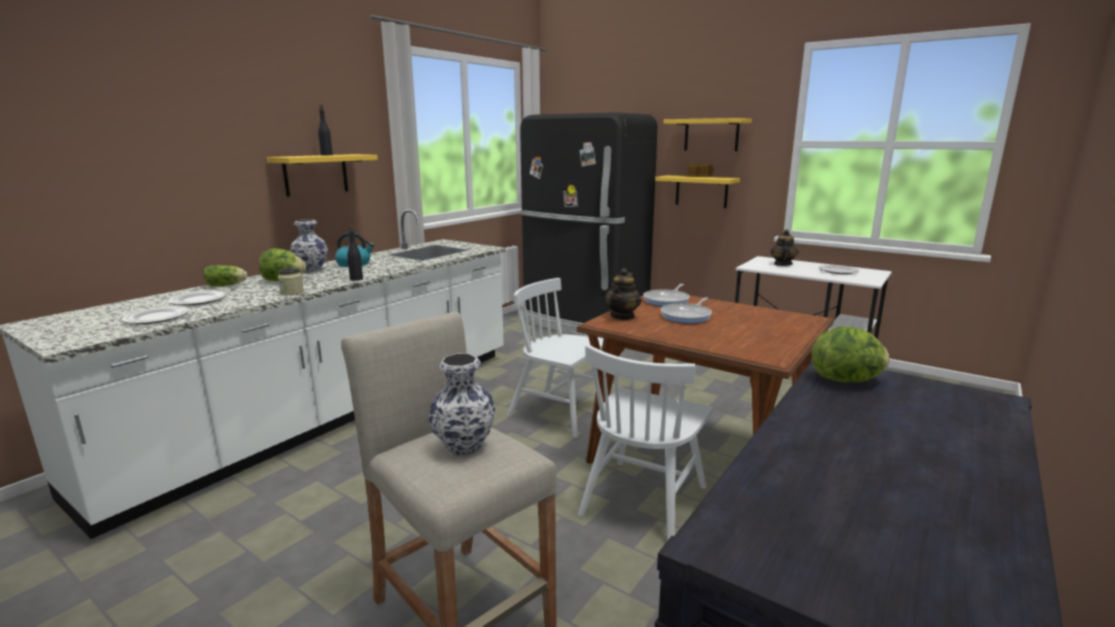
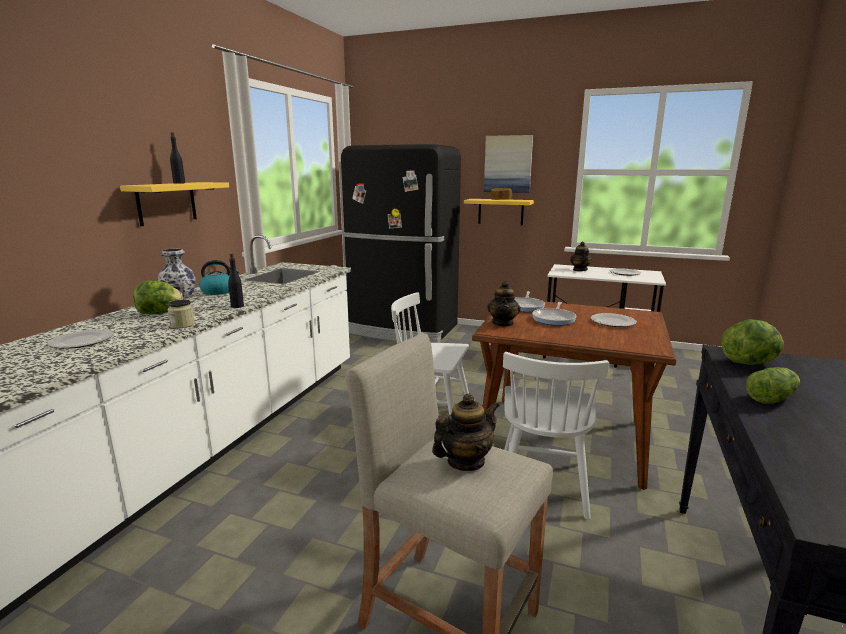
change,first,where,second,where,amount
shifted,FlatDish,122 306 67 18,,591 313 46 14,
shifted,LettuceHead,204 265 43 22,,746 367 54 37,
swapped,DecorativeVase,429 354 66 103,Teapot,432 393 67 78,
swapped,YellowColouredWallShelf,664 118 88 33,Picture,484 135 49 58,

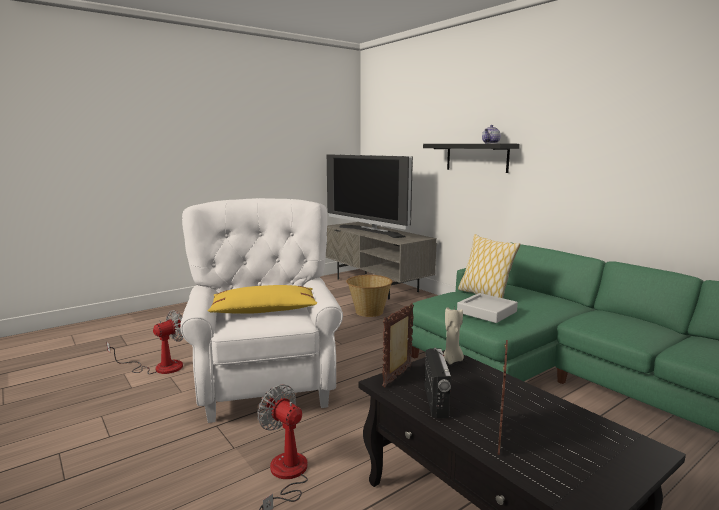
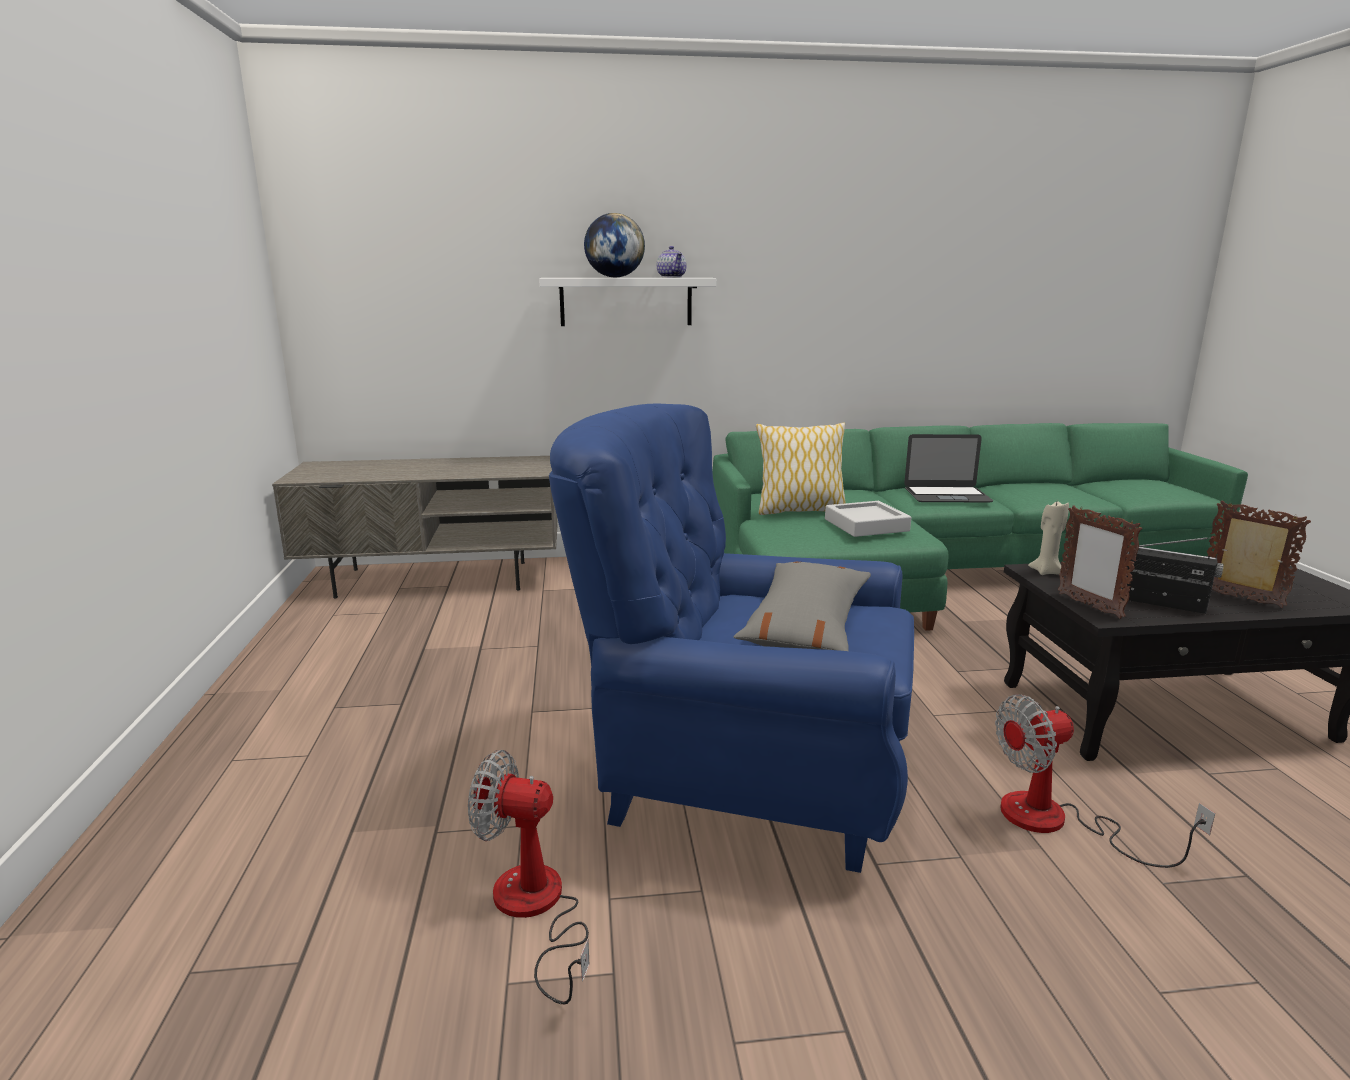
change,first,where,second,where,amount
gone,Television,327 154 86 84,,,
gone,Basket,346 275 46 42,,,
new,,,Globe,584 213 61 64,
new,,,NotebookComputer,904 434 89 69,
repainted,WhitishArmchair,180 198 163 225,BlueColouredArmchair,549 403 365 470,
repainted,YellowColouredPillow,207 285 111 28,GrayPillow,734 562 137 89,
repainted,BlackishWallShelf,423 144 97 29,WhitishWallShelf,539 278 177 48,
rotated,ElectricFan,106 310 78 64,,468 750 121 254,60 degrees counterclockwise

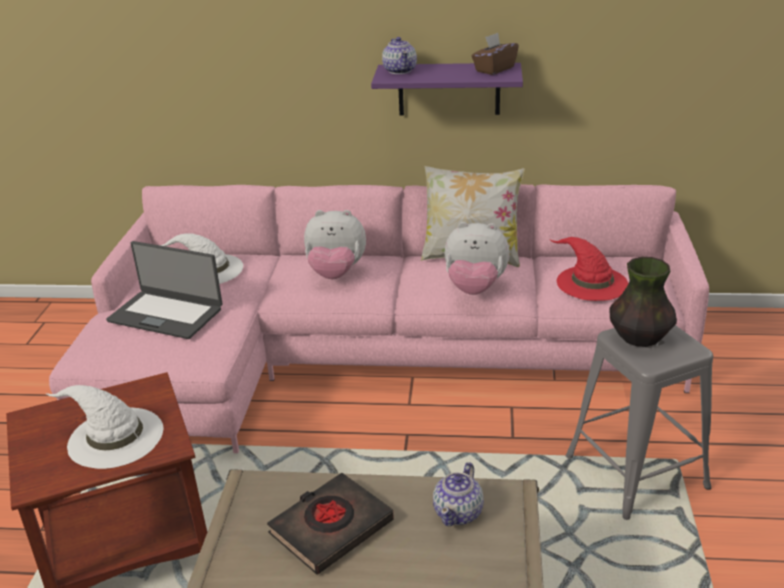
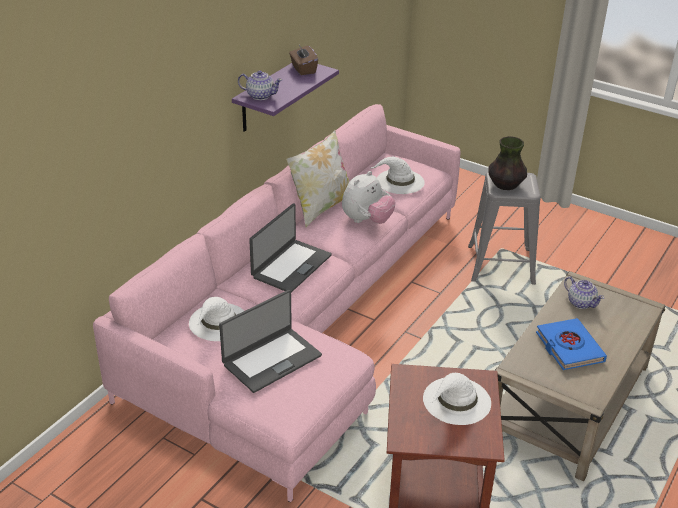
change,first,where,second,where,amount
swapped,SoftToy,304 210 62 69,NotebookComputer,249 203 83 89,
repainted,BlackishVolume,267 473 127 102,BlueColouredVolume,536 318 71 52,
repainted,RedHat,550 237 79 64,WhitishHat,371 157 54 37,

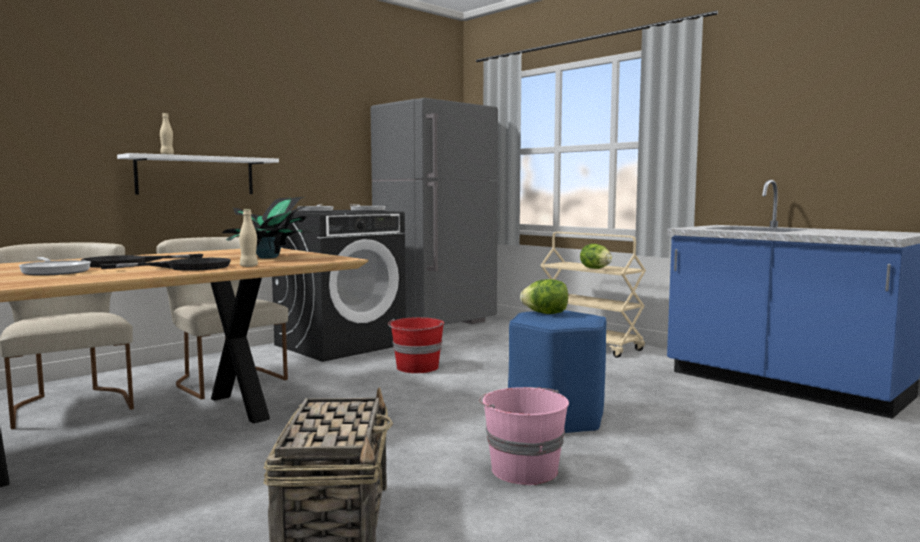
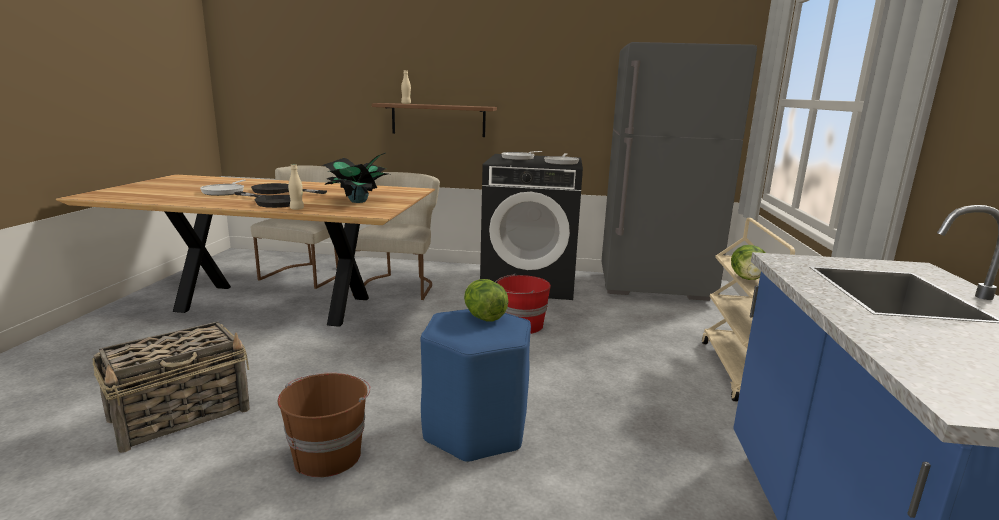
change,first,where,second,where,amount
repainted,WhitishWallShelf,117 153 162 42,BrownishWallShelf,372 103 125 34,
repainted,PinkishBucket,479 387 90 98,BrownishBucket,278 373 93 104,

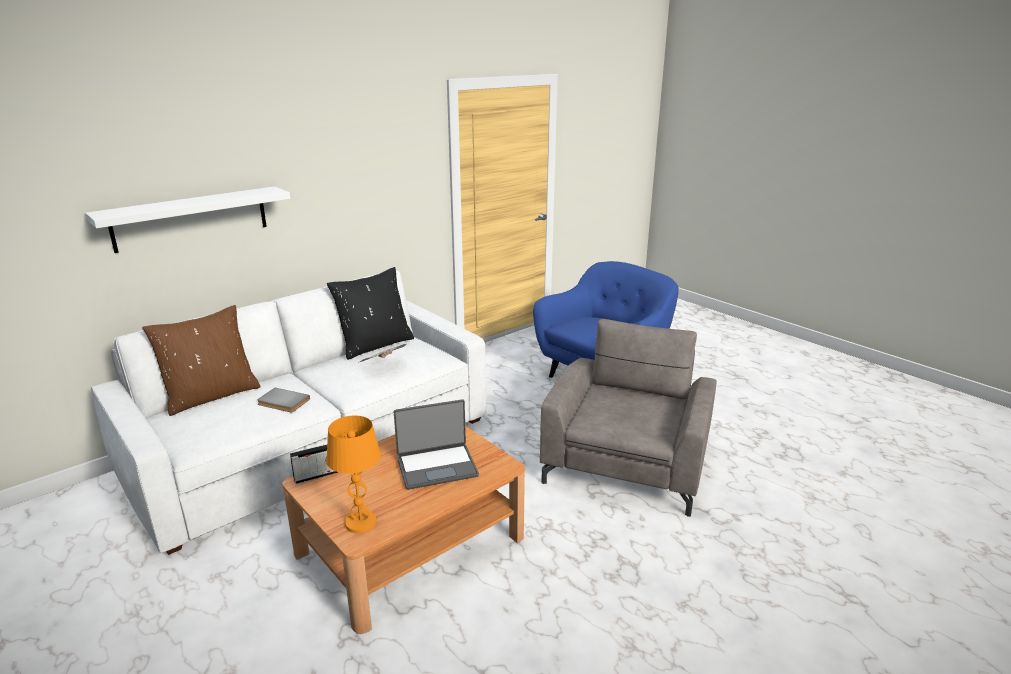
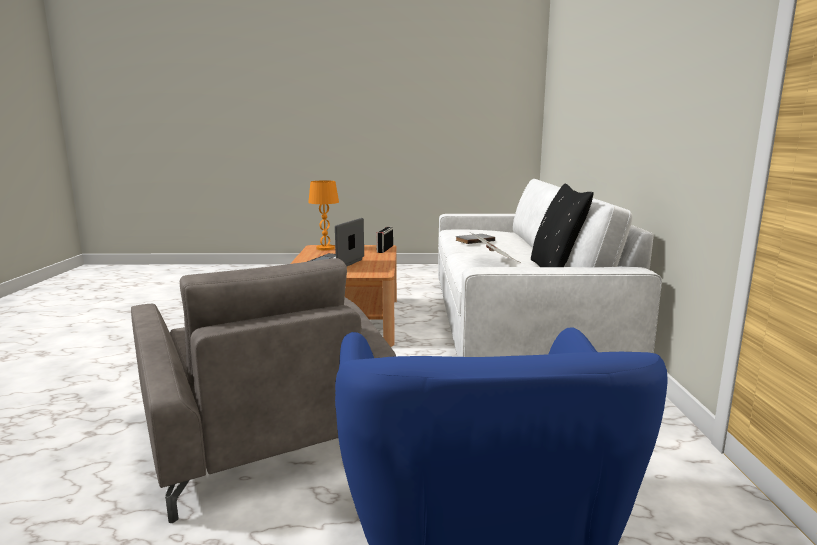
change,first,where,second,where,amount
gone,WhitishWallShelf,85 186 205 67,,,
gone,BrownishPillow,142 305 119 111,,,

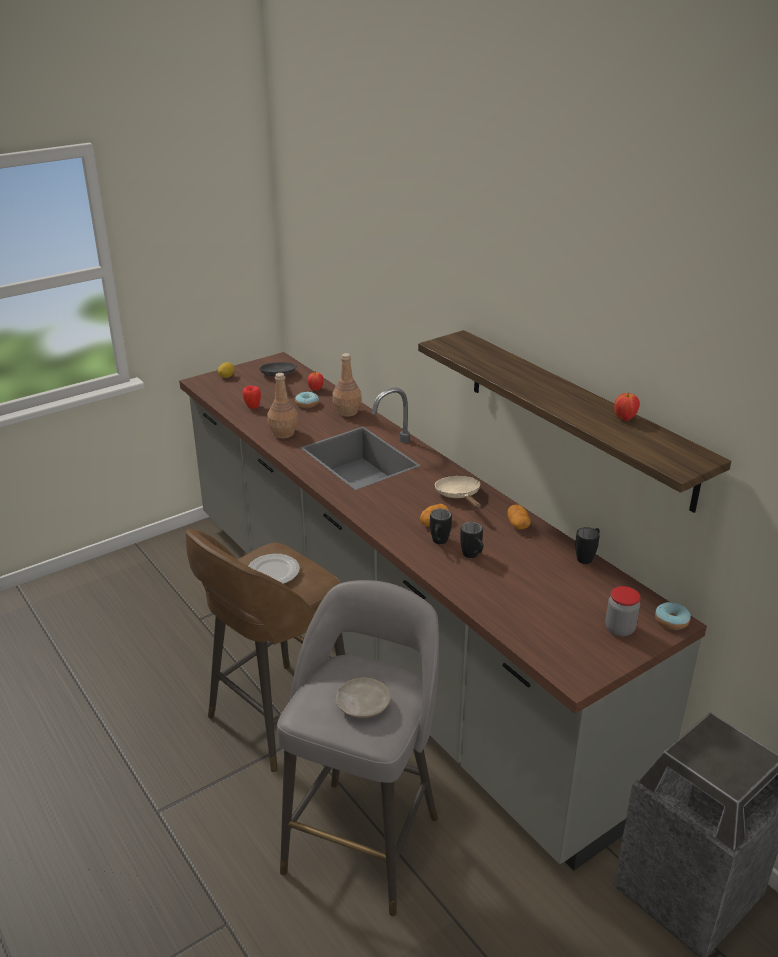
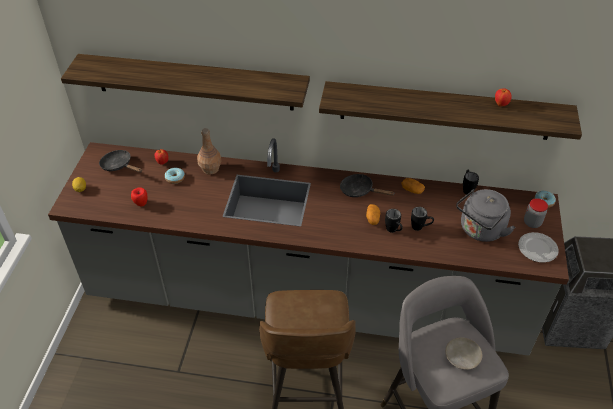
change,first,where,second,where,amount
gone,BrownishBottle,267 373 31 65,,,
new,,,WallShelf,61 54 249 57,
new,,,GrayKettle,456 189 60 53,
shifted,FlatDish,248 554 52 30,,518 232 41 31,
repainted,BeigeFryingPan,435 476 46 33,BlackishFryingPan,340 174 54 23,

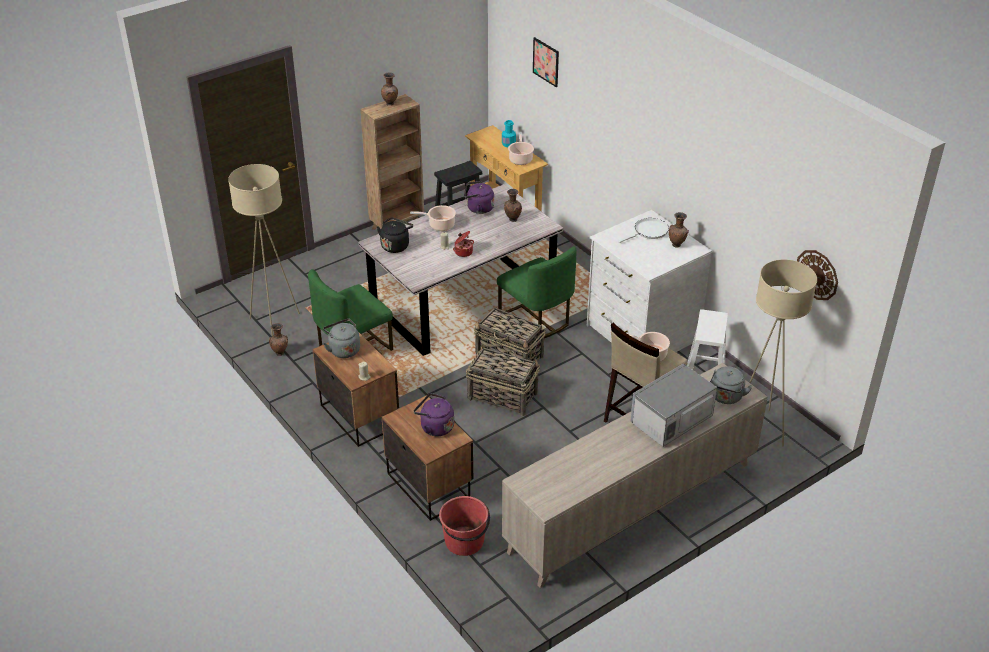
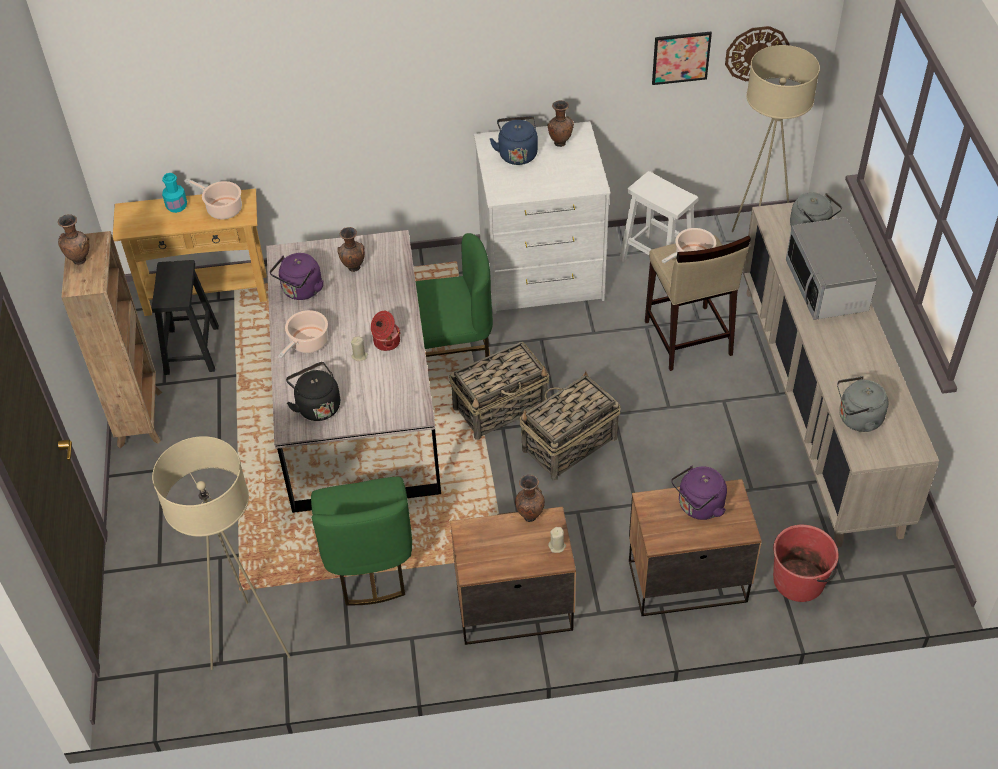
change,first,where,second,where,amount
shifted,BrownishDecorativeVase,269 323 19 33,,515 475 30 47,
shifted,GrayKettle,323 318 37 40,,837 376 52 56,
shifted,Picture,533 37 26 50,,652 32 60 53,
swapped,WhitishFryingPan,618 218 51 25,BlueColouredKettle,490 116 48 49,

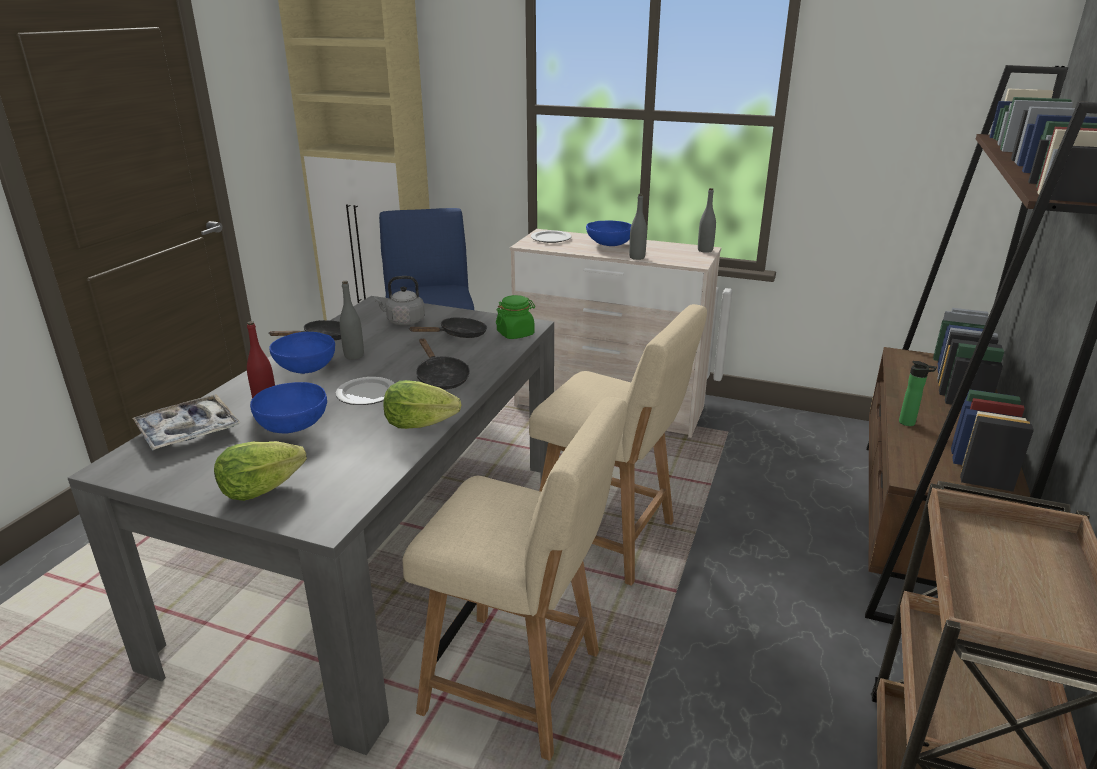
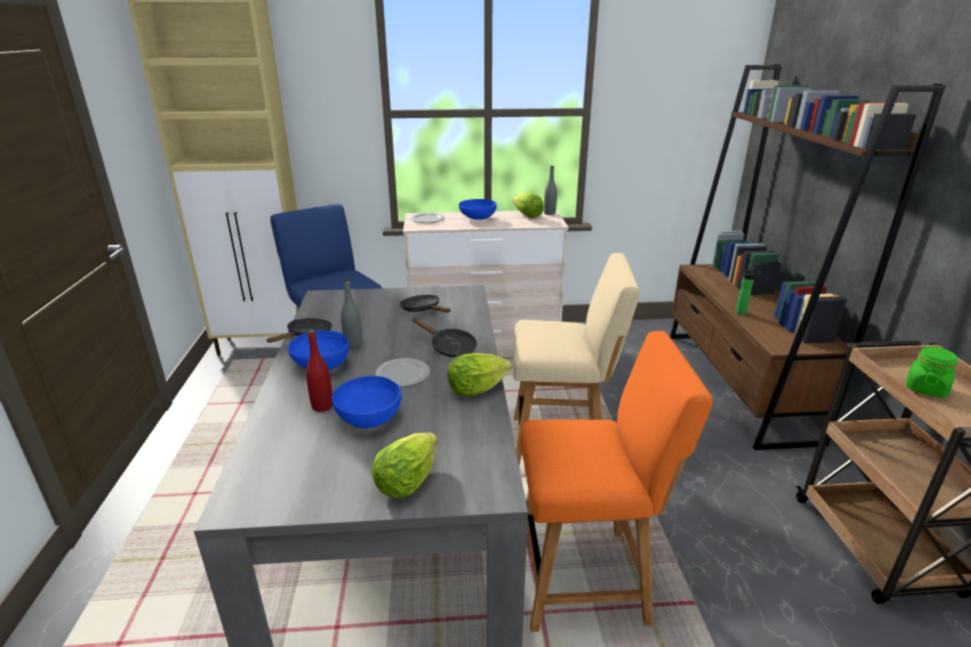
change,first,where,second,where,amount
gone,ServingTray,132 394 108 57,,,
gone,GrayKettle,374 276 51 49,,,
gone,GrayBottle,629 194 18 66,,,
new,,,LettuceHead,513 193 31 25,
shifted,GreenColouredStorageJar,496 295 39 44,,906 347 52 51,
repainted,BeigeChair,403 397 224 364,OrangeyChair,520 331 193 301,
rotated,BlackishFryingPan,410 317 77 21,,400 295 51 18,75 degrees counterclockwise

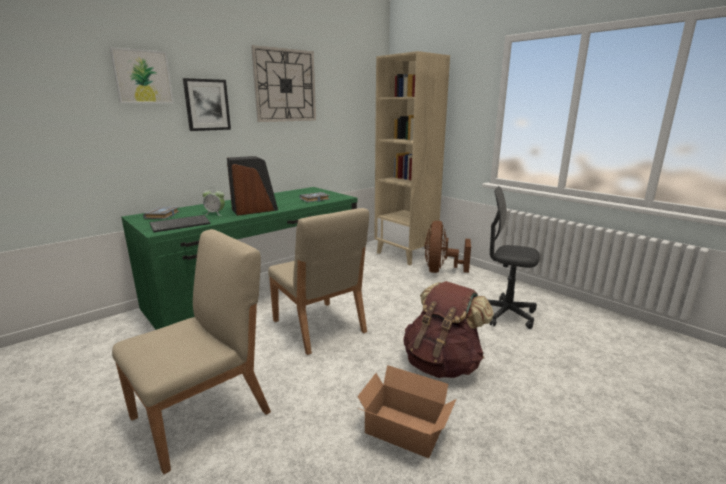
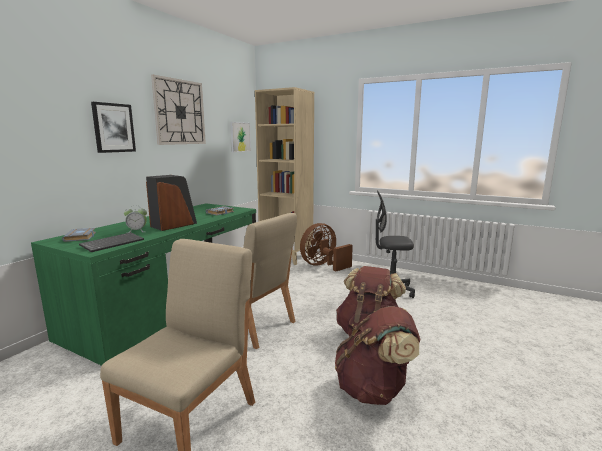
change,first,where,second,where,amount
shifted,Picture,110 47 64 56,,230 122 21 31,
swapped,Carton,357 365 99 93,BrownishRucksack,335 306 86 99,
rotated,BrownishElectricFan,425 221 46 52,,300 223 53 48,60 degrees clockwise

